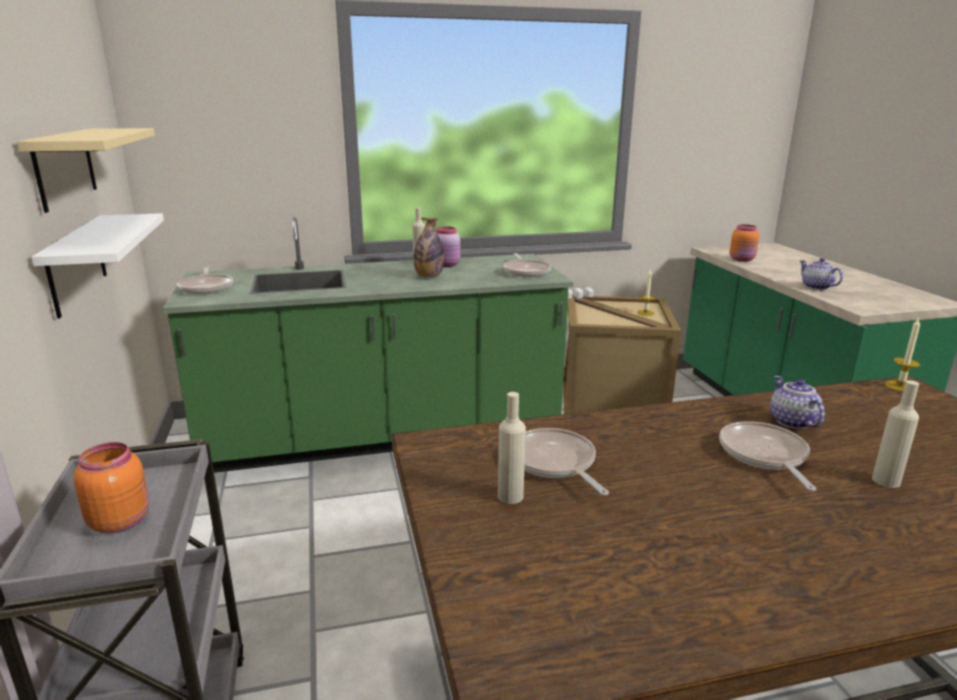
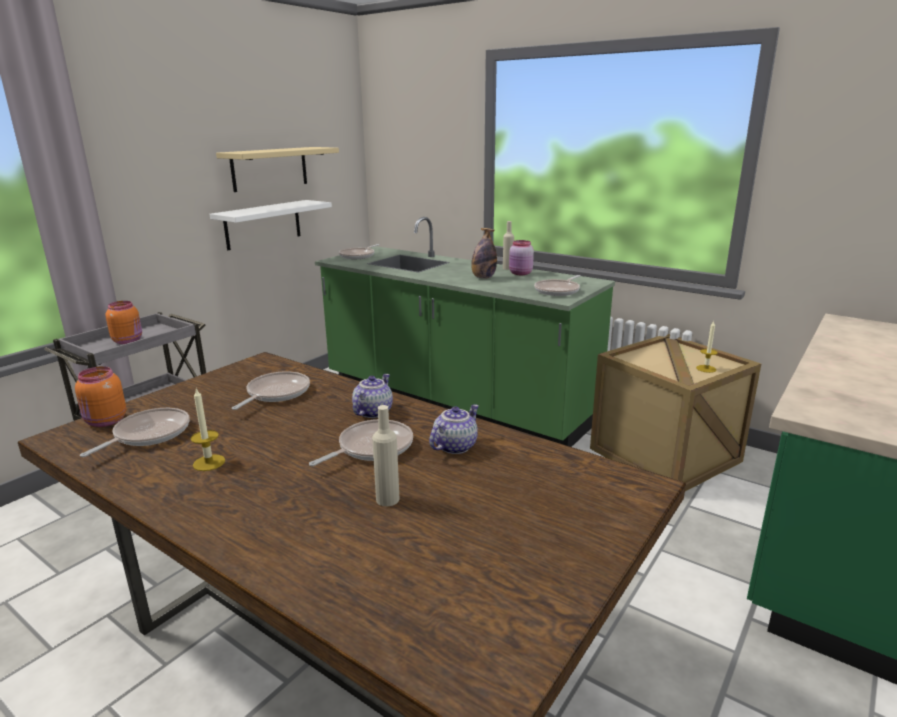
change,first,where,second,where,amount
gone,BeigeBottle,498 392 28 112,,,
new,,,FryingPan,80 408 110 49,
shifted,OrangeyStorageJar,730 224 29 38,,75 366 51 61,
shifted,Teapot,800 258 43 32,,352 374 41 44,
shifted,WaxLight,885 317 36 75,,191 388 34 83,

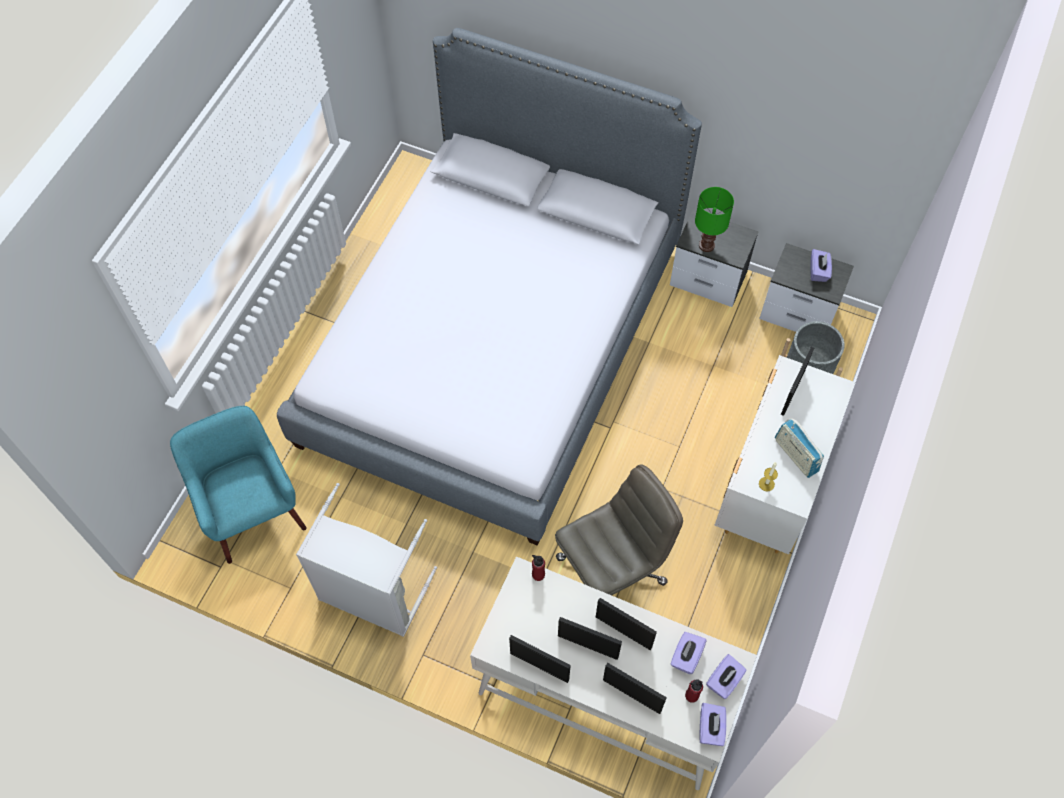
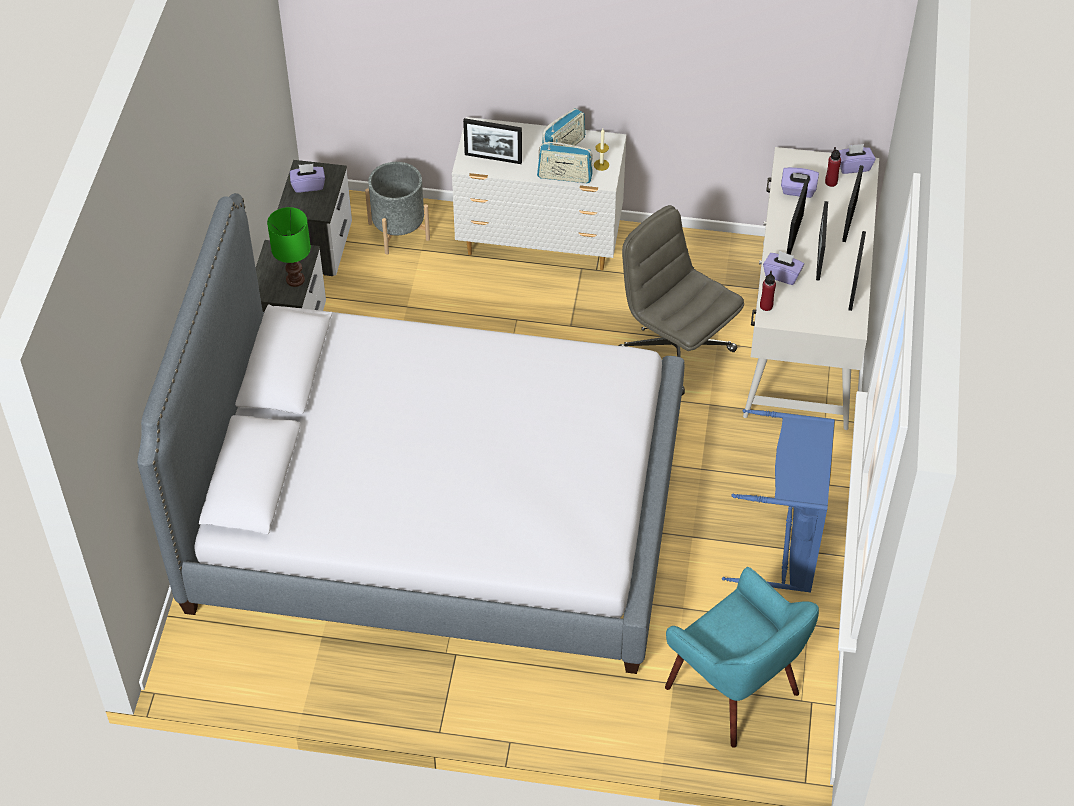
change,first,where,second,where,amount
new,,,Radio,537 141 56 42,
shifted,PurplishBoxOfTissues,706 654 40 45,,763 250 41 35,
repainted,GrayLaundryBasket,296 483 141 154,BlueColouredLaundryBasket,722 409 113 184,
rotated,BlueGreenArmchair,170 406 137 158,,665 567 154 181,90 degrees counterclockwise

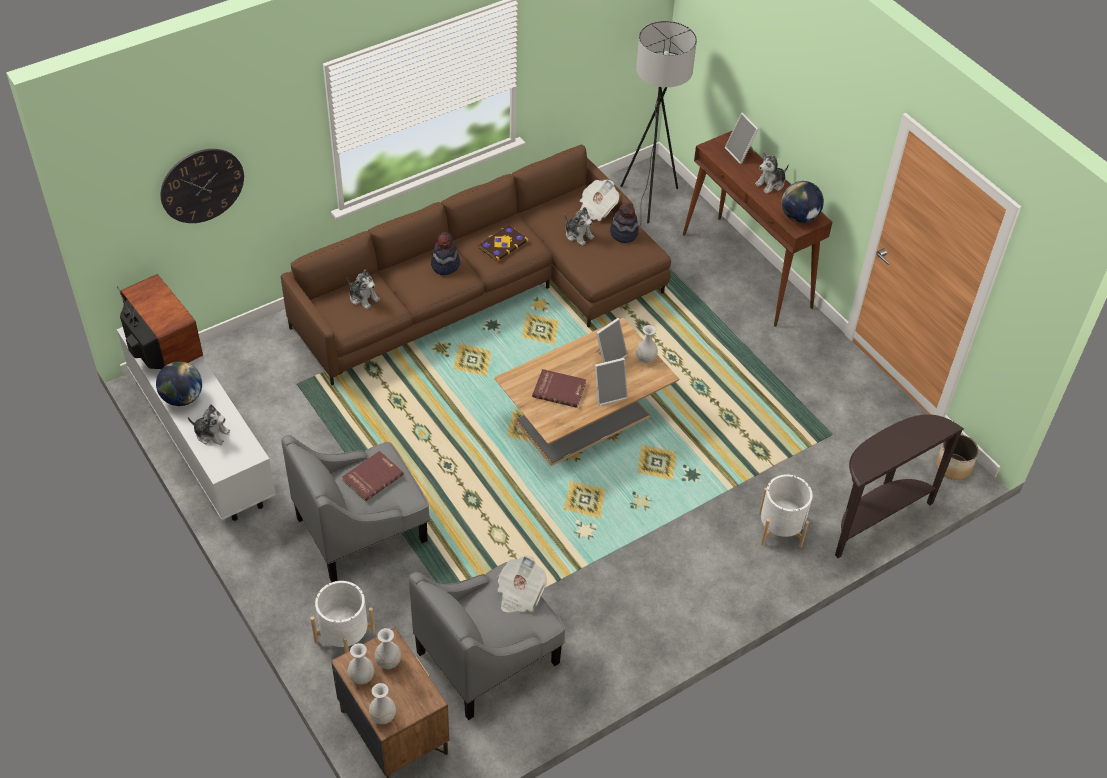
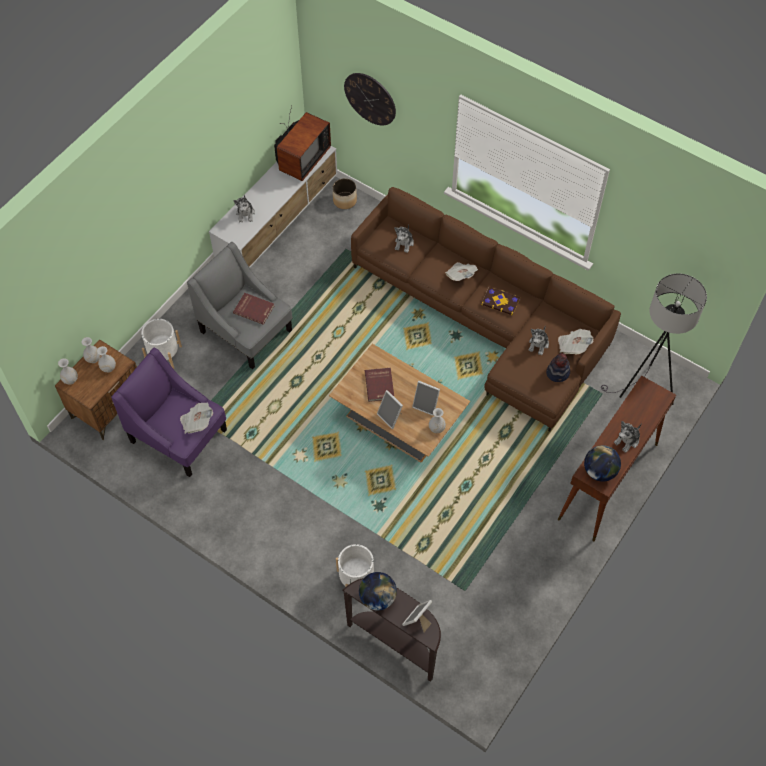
change,first,where,second,where,amount
shifted,Globe,156 361 46 45,,359 572 38 38,
shifted,PhotoFrame,725 113 34 51,,402 600 30 32,
shifted,PlantPot,936 435 43 45,,333 178 24 31,
swapped,Hat,431 232 29 43,PrintedPaper,445 262 33 19,
repainted,GrayArmchair,409 562 156 158,PurplishArmchair,111 347 116 130,
rotated,SoftToy,755 152 34 42,,614 421 28 32,75 degrees counterclockwise

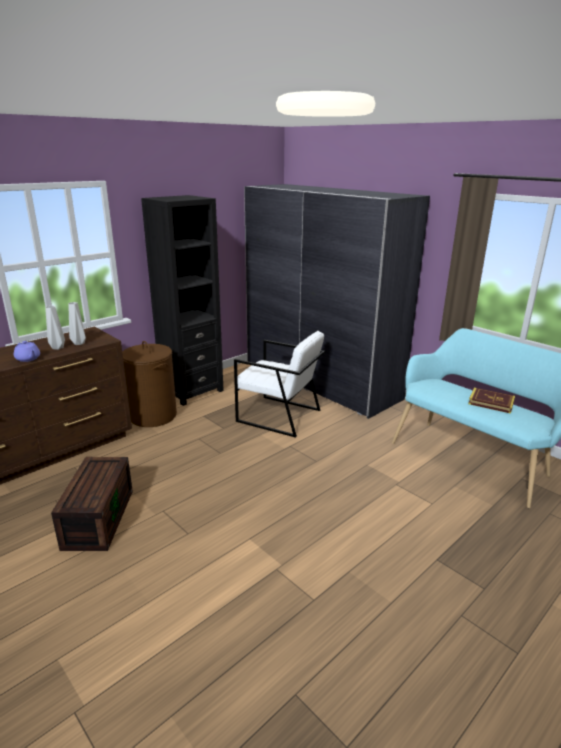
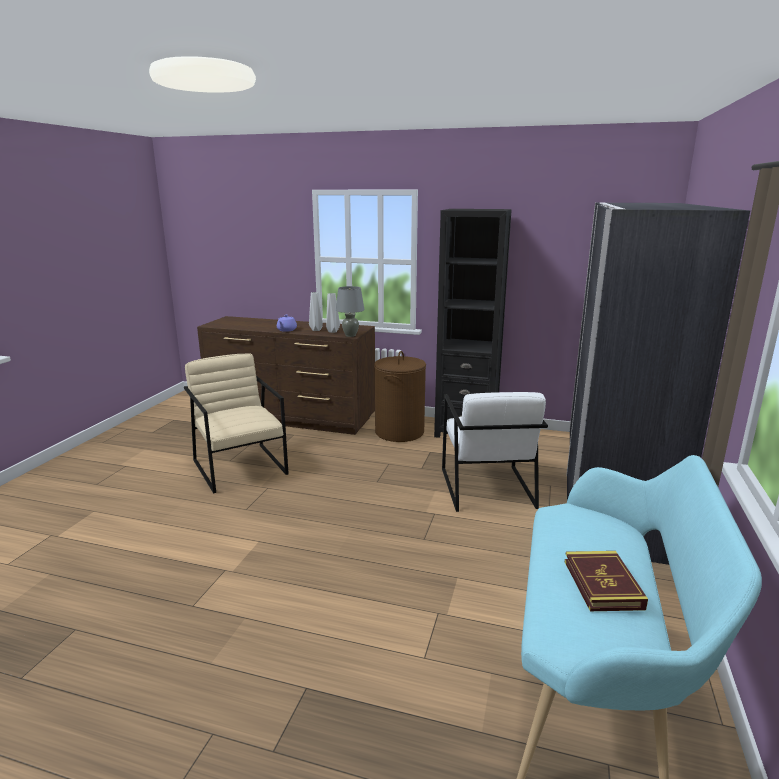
change,first,where,second,where,amount
new,,,GrayLampForATable,336 286 29 51,
swapped,BrownishStorageContainer,51 457 82 94,BeigeArmchair,184 354 105 139,

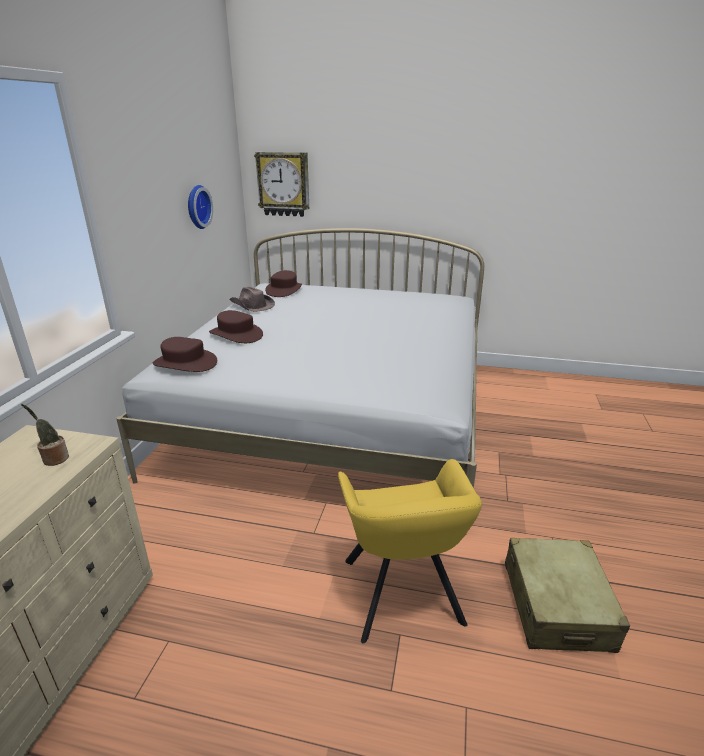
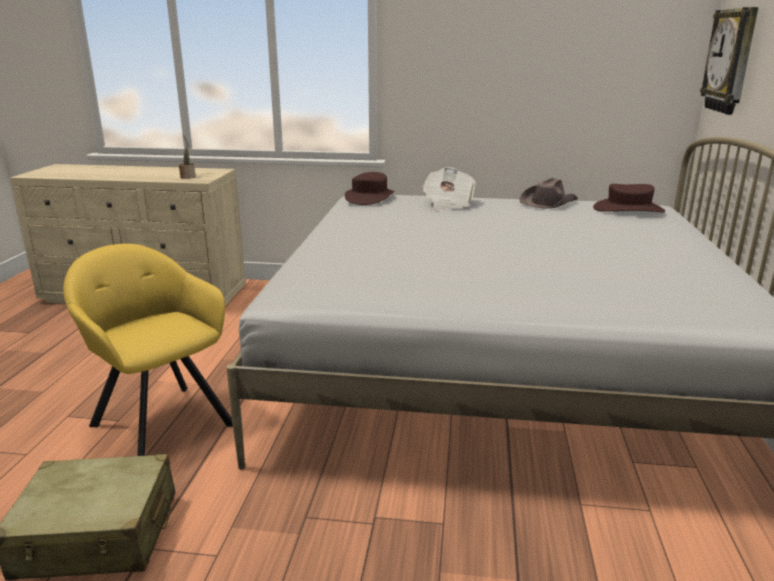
change,first,where,second,where,amount
gone,HangingClock,188 185 25 44,,,
swapped,BrownishHat,209 310 54 33,PrintedPaper,422 167 54 44,
rotated,YellowColouredArmchair,338 459 144 185,,63 244 170 212,60 degrees clockwise

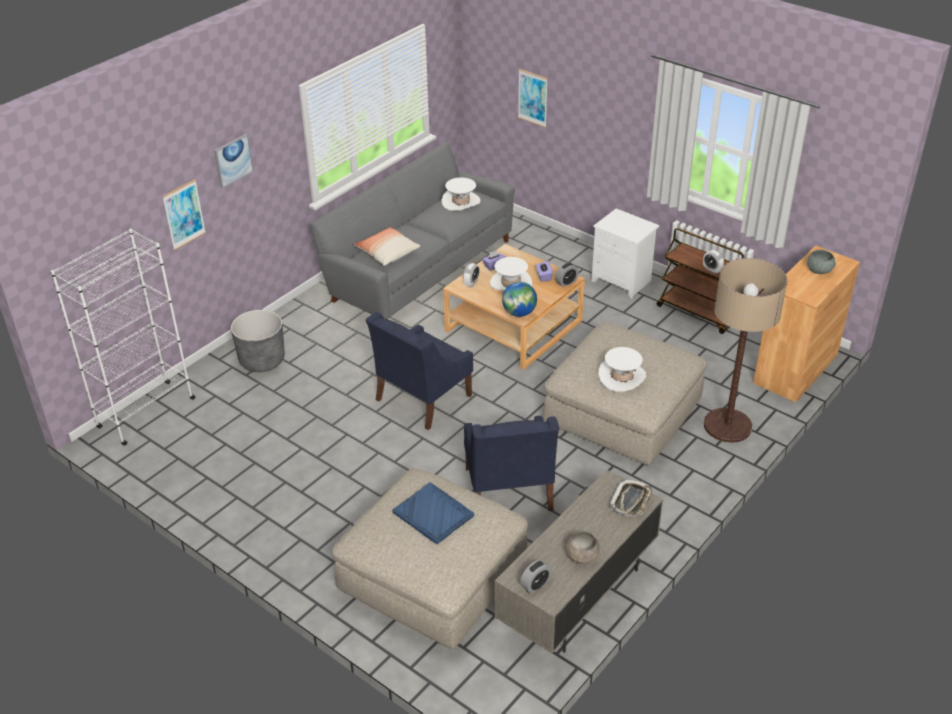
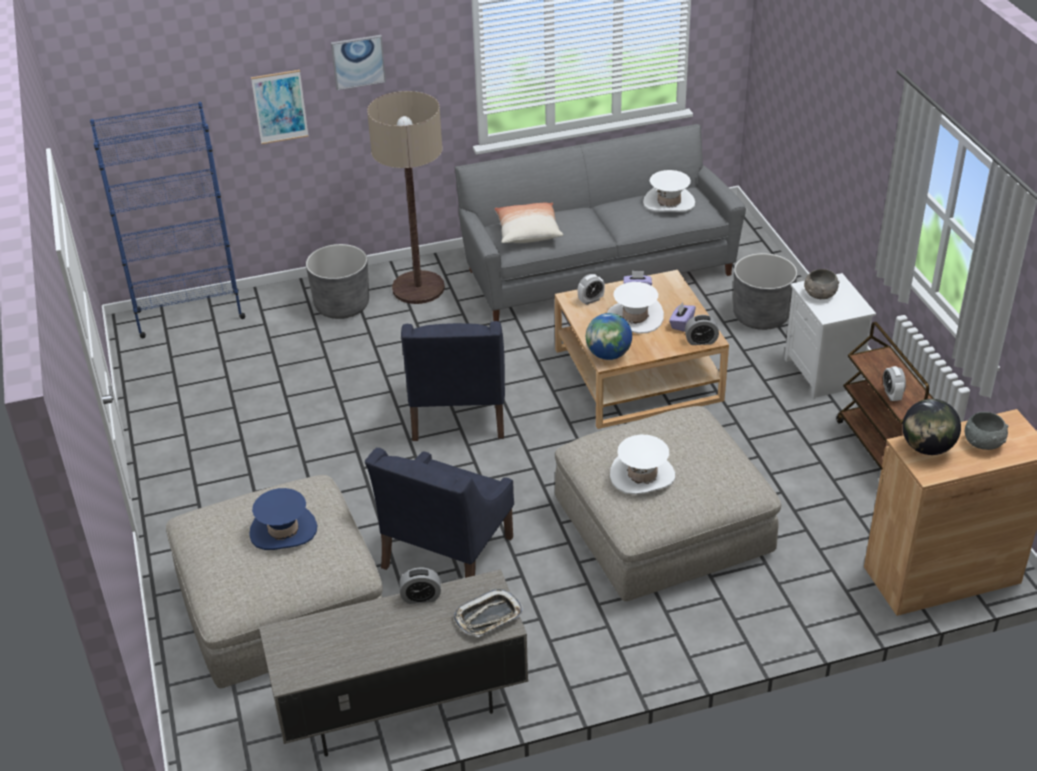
change,first,where,second,where,amount
gone,Picture,518 69 30 59,,,
new,,,GrayPlantPot,733 253 64 77,
new,,,Globe,902 399 59 56,
shifted,BedsideClock,520 560 32 34,,399 568 42 36,
shifted,GrayDeepDish,565 531 34 33,,804 269 36 30,
shifted,FloorLamp,704 258 83 185,,367 91 78 213,
swapped,BlueColouredServingTray,392 482 82 62,BlueColouredHat,249 488 69 62,
repainted,WhitishBookshelf,51 228 145 218,BlueColouredBookshelf,90 102 155 236,
rotated,BlueColouredArmchair,366 312 107 118,,401 321 104 120,75 degrees counterclockwise

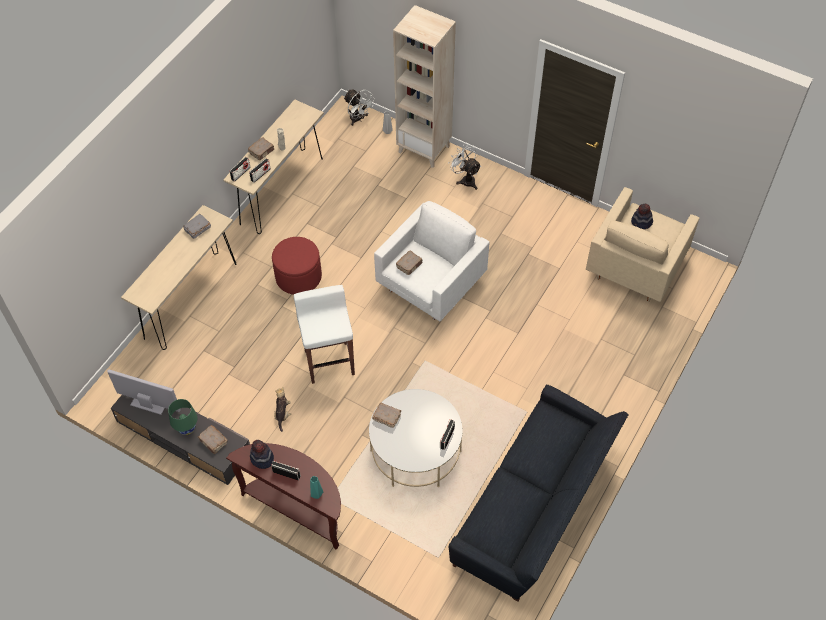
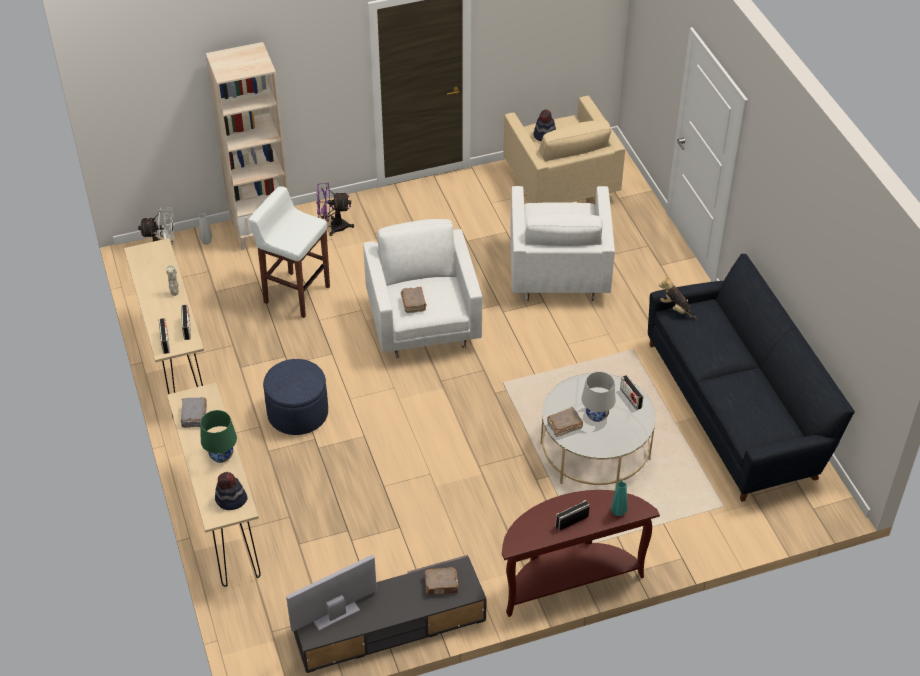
change,first,where,second,where,amount
gone,BrownishVolume,248 137 26 23,,,
new,,,WhitishArmchair,510 186 105 115,
new,,,WhitishLampForATable,582 372 33 50,
shifted,GreenColouredLampForATable,168 399 30 36,,200 410 37 53,
shifted,Hat,250 440 24 29,,215 472 33 38,
shifted,SoftToy,274 387 17 45,,659 275 39 45,
shifted,WhitishSittingStool,294 285 61 99,,248 186 82 132,
repainted,RedFootrest,272 237 50 57,BlueColouredFootrest,263 359 65 76,
repainted,WhitishElectricFan,448 144 33 46,PurplishElectricFan,316 182 38 54,

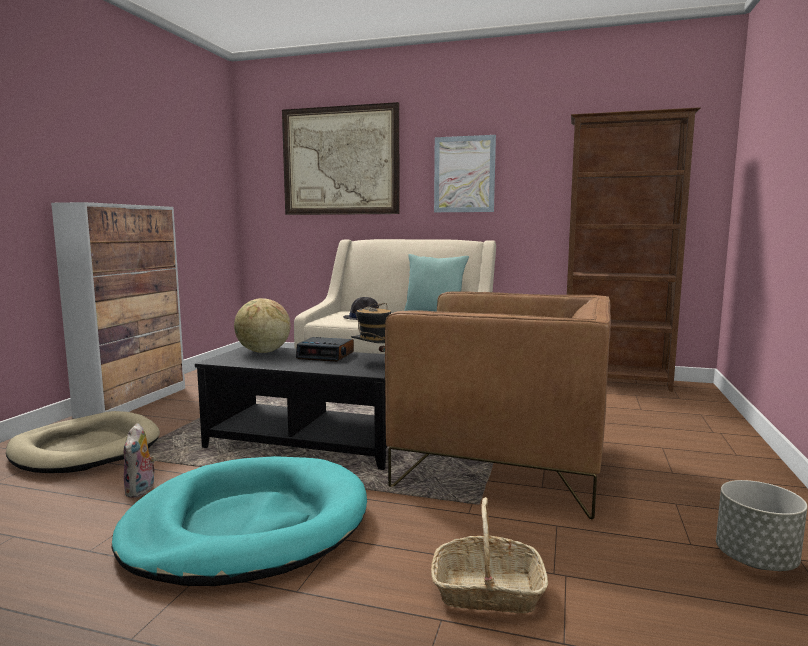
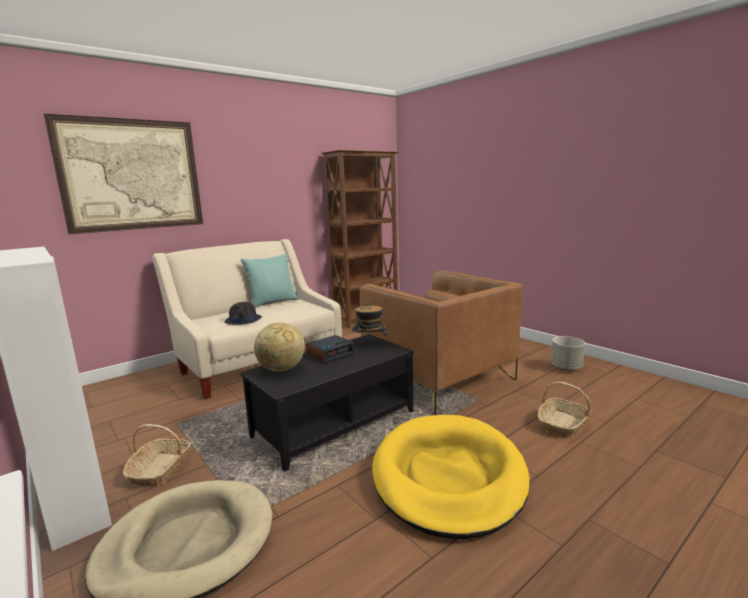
change,first,where,second,where,amount
gone,SoftToy,124 423 32 75,,,
gone,Picture,434 135 62 77,,,
new,,,Basket,123 424 68 63,
repainted,BlueGreenPetBed,112 456 255 130,YellowColouredPetBed,372 415 158 124,
rotated,BrownishArmchair,385 291 226 229,,359 270 164 145,90 degrees clockwise

